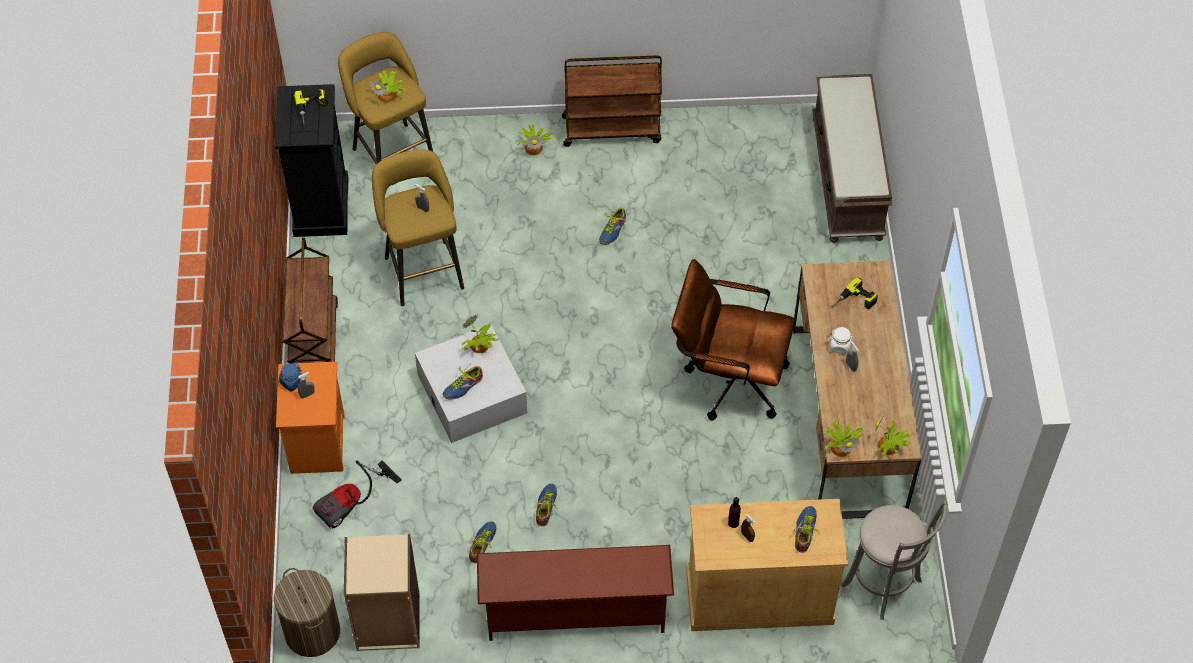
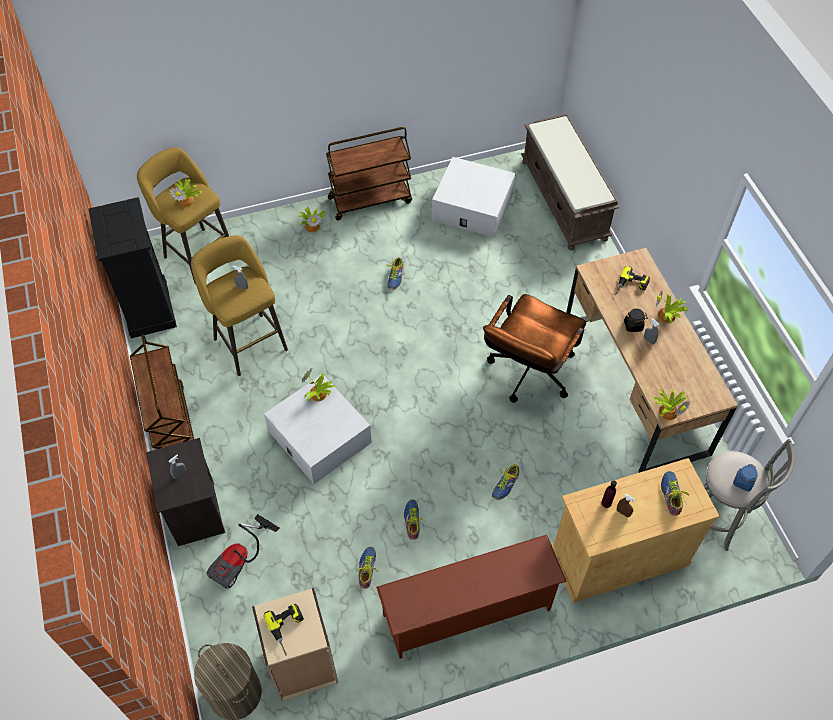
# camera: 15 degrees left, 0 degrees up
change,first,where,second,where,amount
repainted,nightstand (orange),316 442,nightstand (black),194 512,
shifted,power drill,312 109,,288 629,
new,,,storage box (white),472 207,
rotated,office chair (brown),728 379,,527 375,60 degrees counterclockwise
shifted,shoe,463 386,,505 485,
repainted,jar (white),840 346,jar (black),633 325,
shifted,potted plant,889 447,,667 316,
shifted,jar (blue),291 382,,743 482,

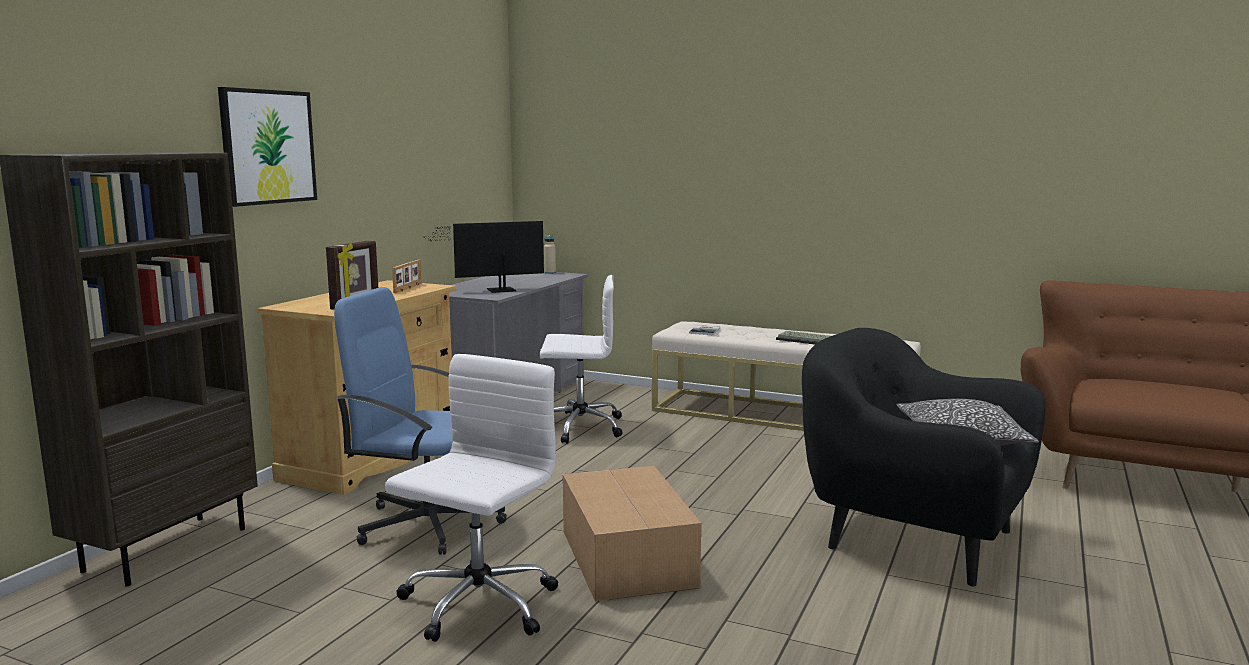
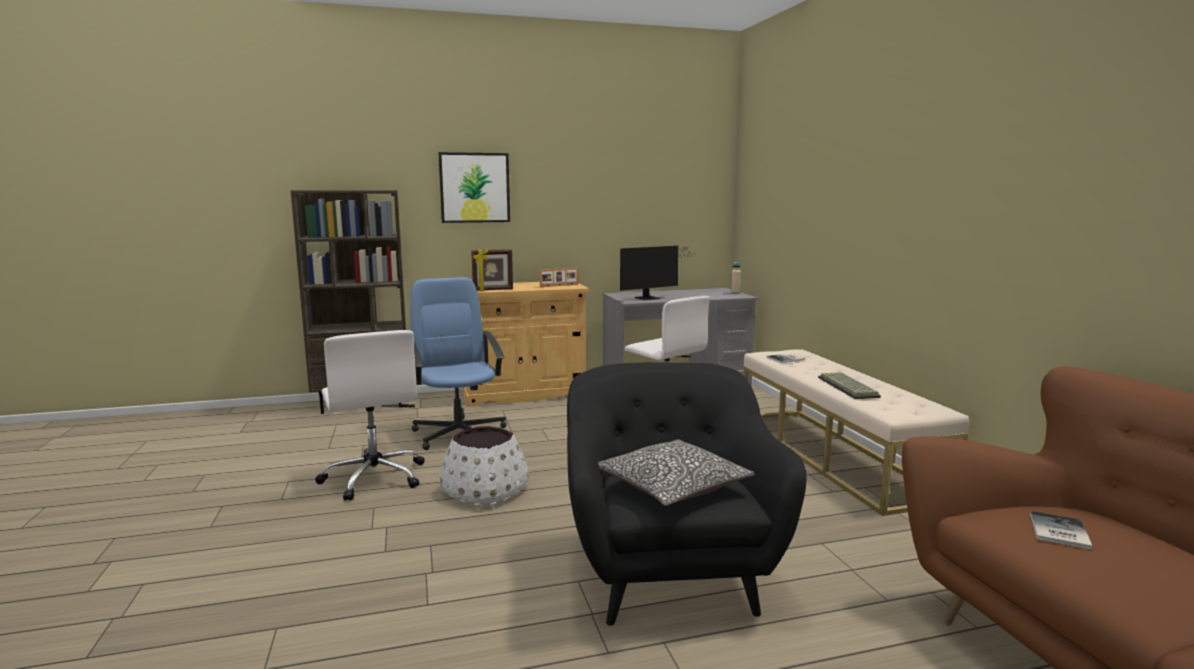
# camera: 50 degrees right, 0 degrees up
change,first,where,second,where,amount
rotated,office chair (white),476 605,,374 477,75 degrees clockwise
swapped,cardboard box,627 556,planter (white),484 490,
rotated,monitor,496 290,,651 298,120 degrees clockwise
new,,,book,1057 531,

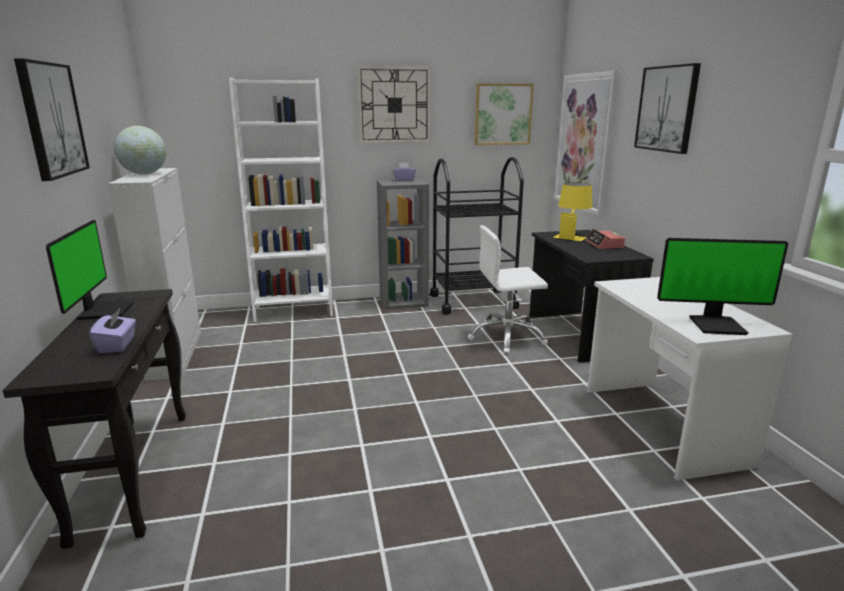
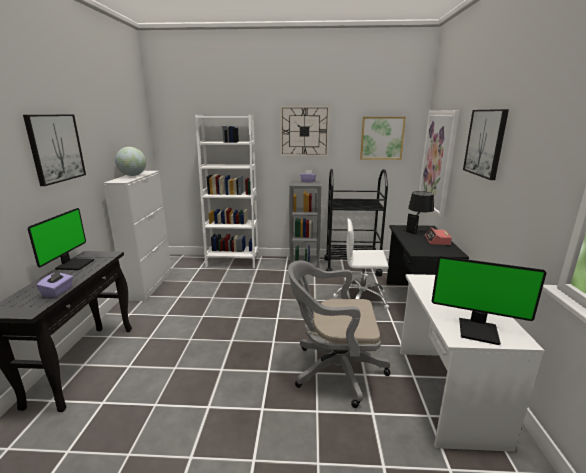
# camera: 15 degrees right, 0 degrees up
change,first,where,second,where,amount
new,,,office chair (grey),333 370,
repainted,table lamp (yellow),571 236,table lamp (black),417 230,

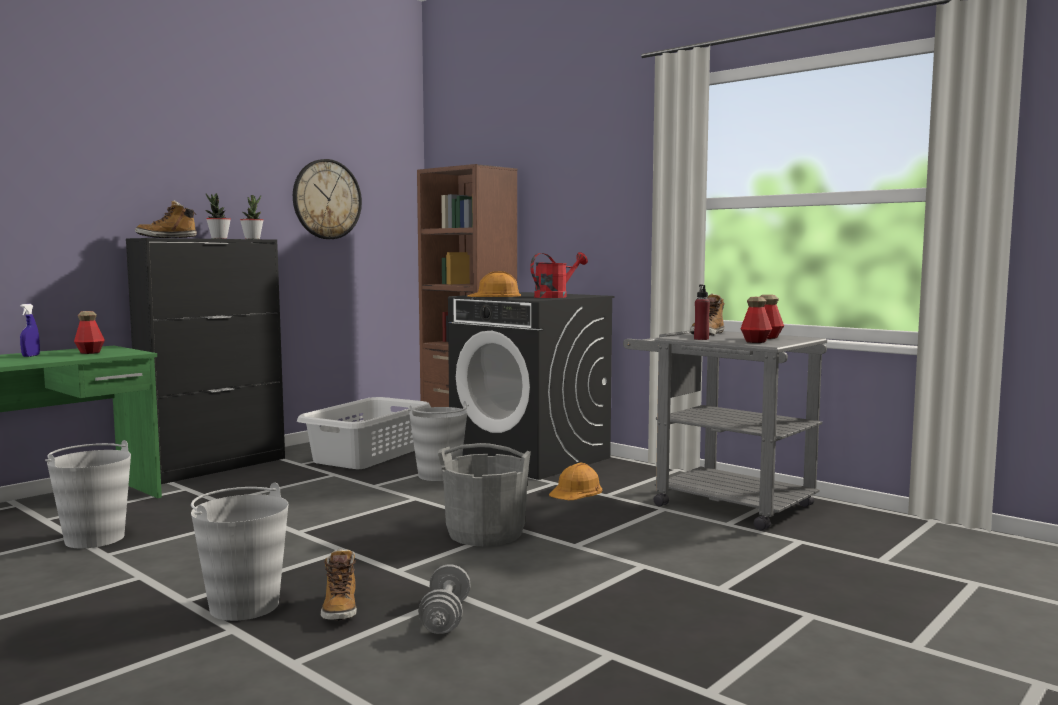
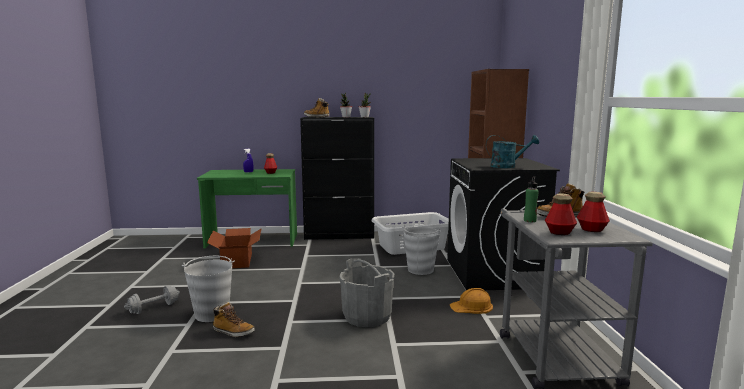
# camera: 45 degrees right, 5 degrees up
change,first,where,second,where,amount
shifted,dumbbell (grey),445 617,,153 308,
swapped,bucket (grey),94 538,cardboard box,237 260,
rotated,boot,340 609,,233 332,105 degrees counterclockwise
repainted,watering can (red),555 296,watering can (turquoise),507 166,
repainted,bottle (red),701 339,bottle (green),530 220,
gone,wall clock,327 199,,,
gone,hard hat (orange),494 296,,,

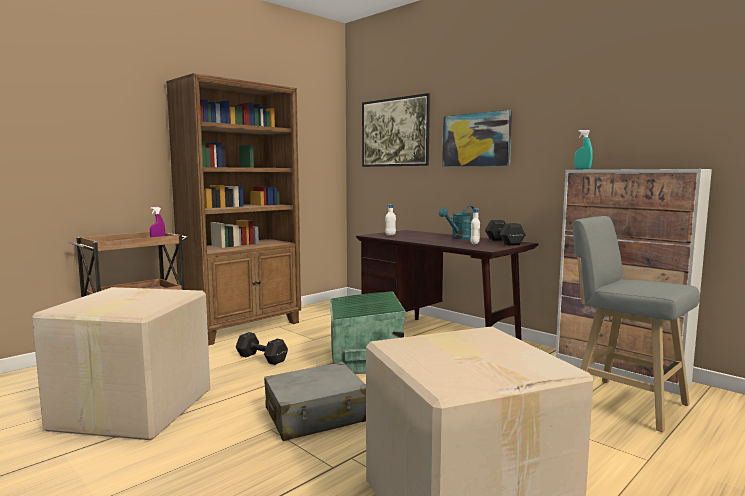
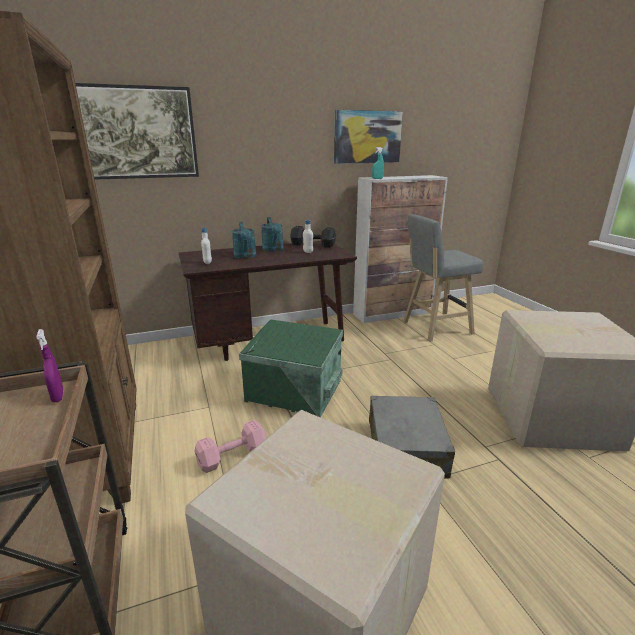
# camera: 65 degrees left, 15 degrees up
change,first,where,second,where,amount
repainted,dumbbell (black),262 358,dumbbell (pink),234 456,
new,,,watering can (turquoise),245 256,
shifted,picture,476 140,,367 137,

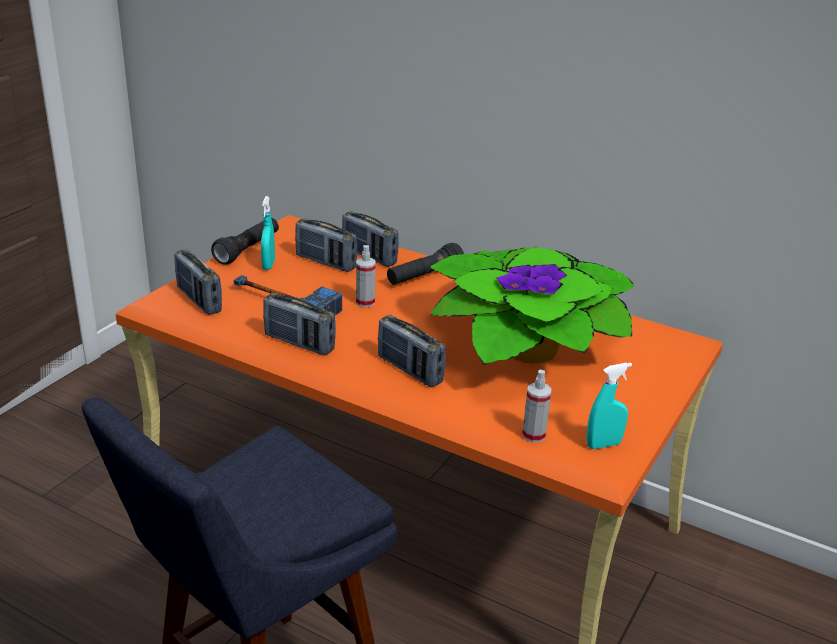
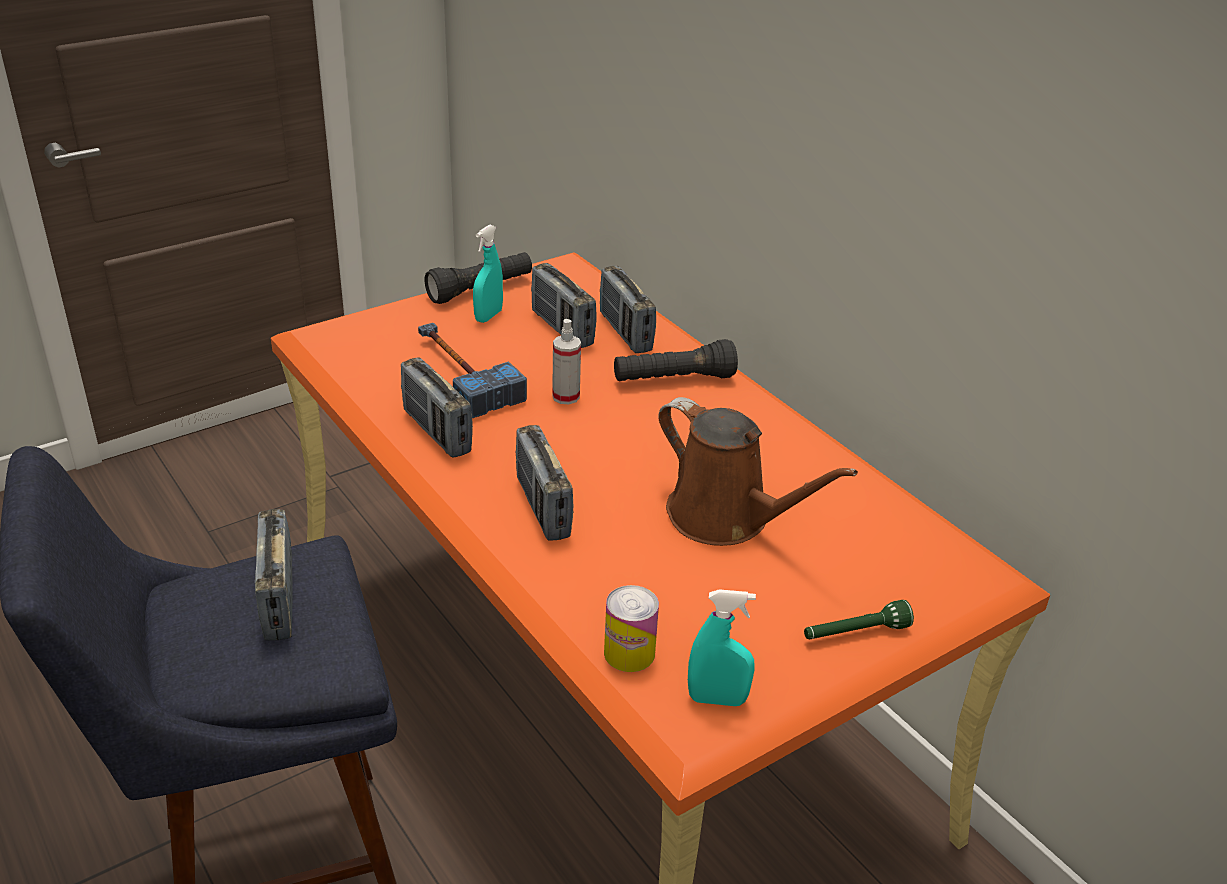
# camera: 25 degrees right, 5 degrees up
change,first,where,second,where,amount
shifted,radio,199 300,,278 600,
swapped,spray bottle,533 435,can,629 653,
swapped,potted plant,524 347,watering can (brown),726 518,
new,,,flashlight (green),855 633,

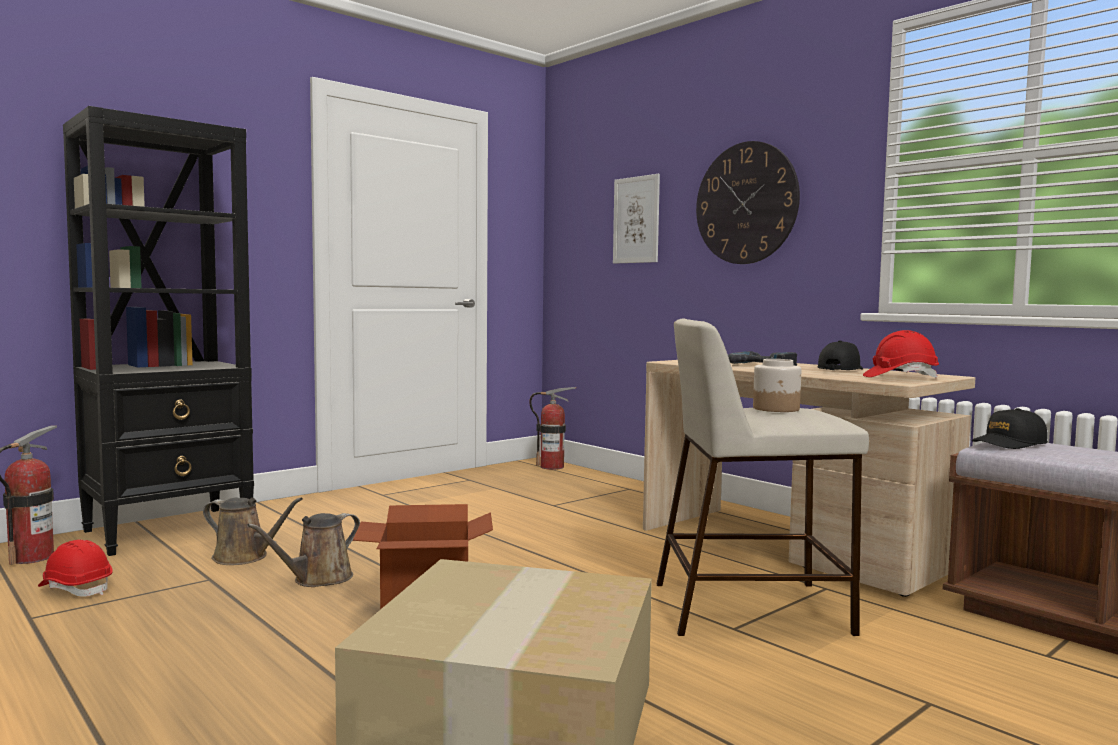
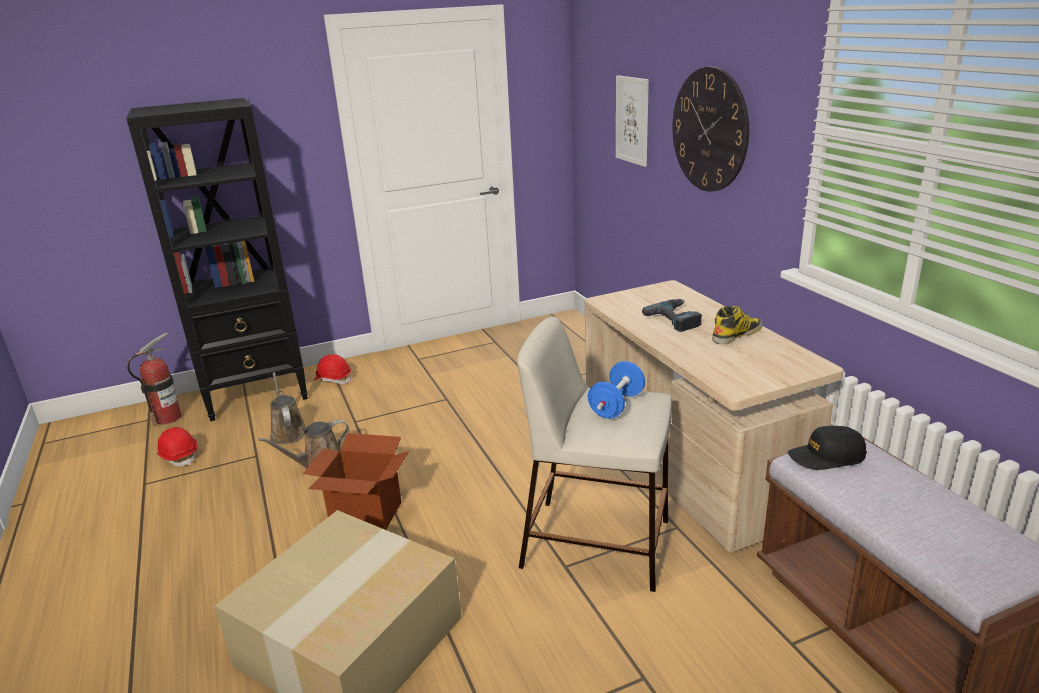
# camera: 20 degrees right, 20 degrees up
change,first,where,second,where,amount
rotated,watering can (brown),244 557,,288 432,150 degrees counterclockwise
shifted,hard hat (red),900 377,,333 379,
swapped,jar,776 409,dumbbell (blue),616 405,
swapped,cap (black),840 369,boot,736 334,
gone,fire extinguisher,552 467,,,

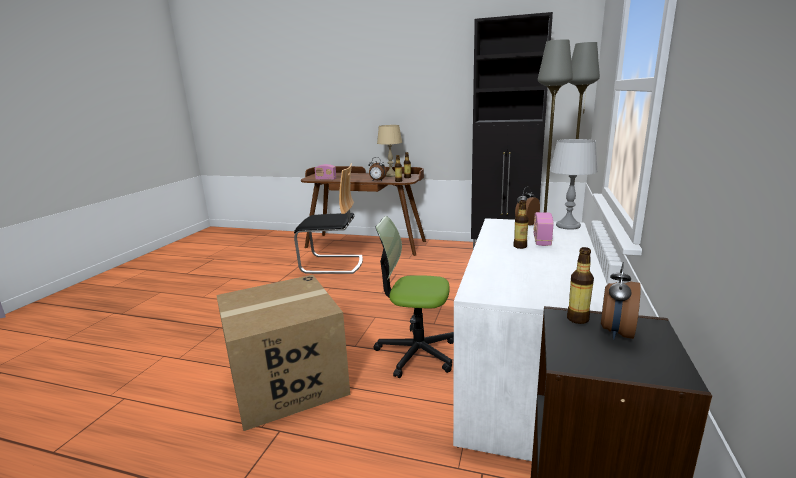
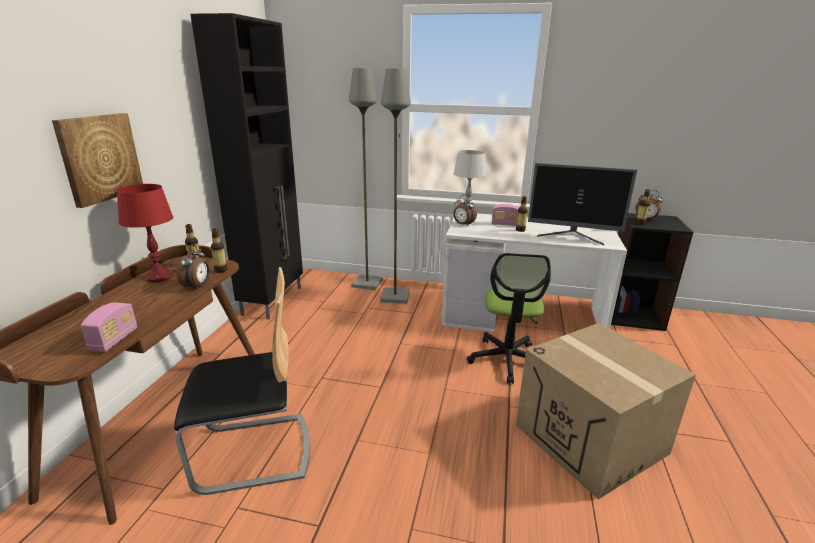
# camera: 95 degrees left, 5 degrees up
change,first,where,second,where,amount
new,,,picture,99 158,
repainted,table lamp (beige),391 175,table lamp (red),159 277,
rotated,chair,332 264,,254 452,75 degrees clockwise
new,,,monitor,572 237,

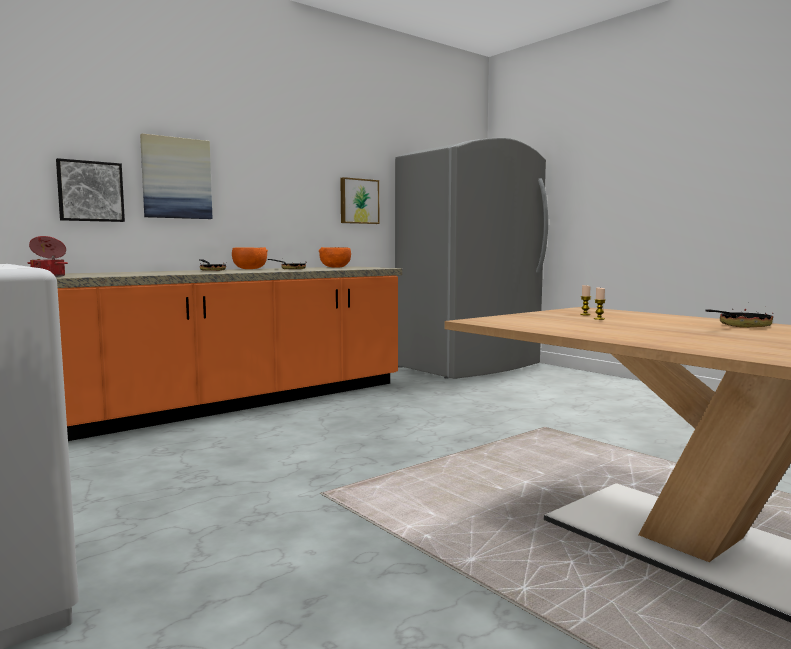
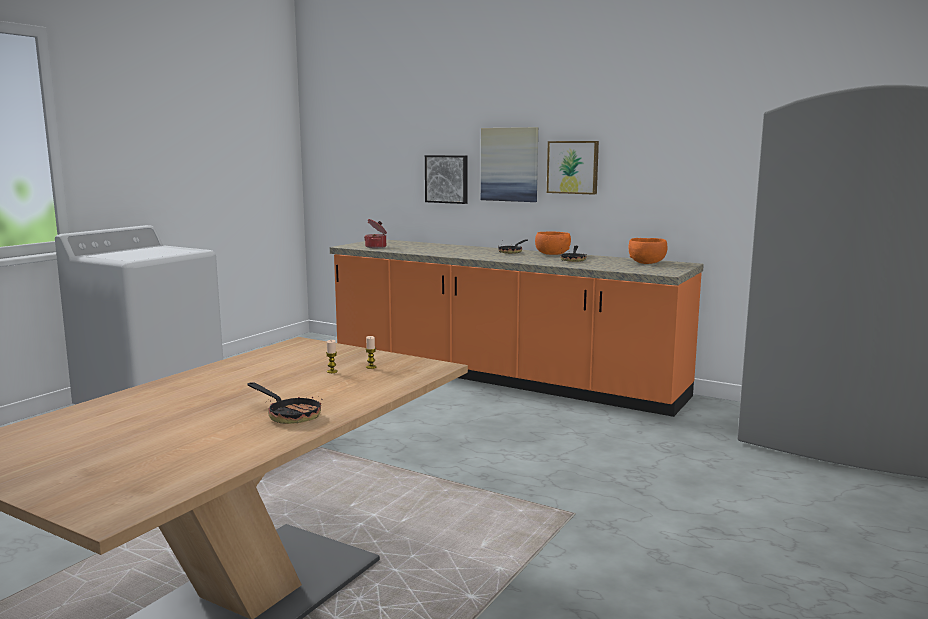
# camera: 70 degrees right, 5 degrees up
change,first,where,second,where,amount
shifted,picture,358 201,,573 167,

